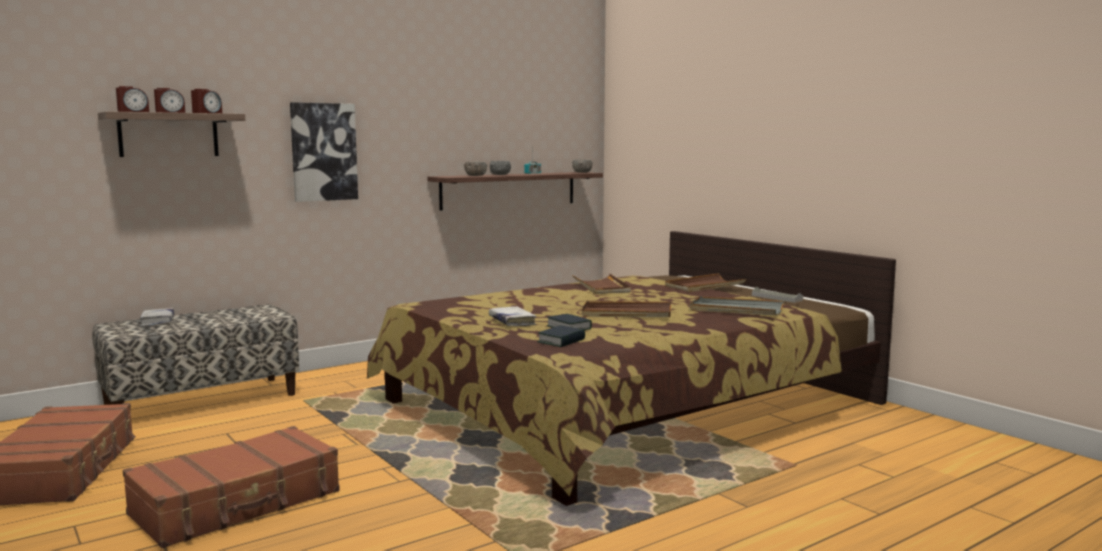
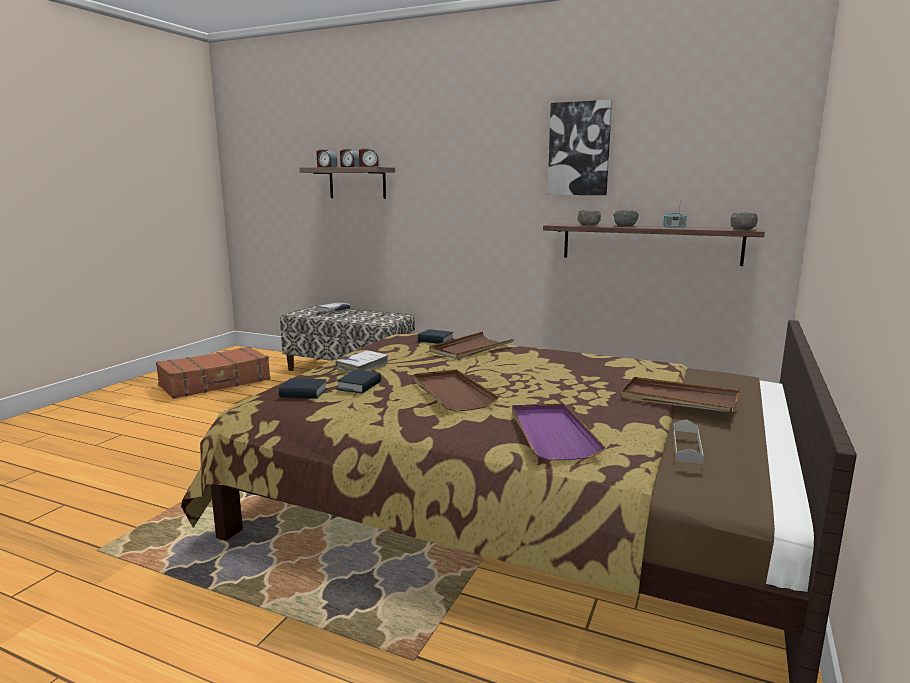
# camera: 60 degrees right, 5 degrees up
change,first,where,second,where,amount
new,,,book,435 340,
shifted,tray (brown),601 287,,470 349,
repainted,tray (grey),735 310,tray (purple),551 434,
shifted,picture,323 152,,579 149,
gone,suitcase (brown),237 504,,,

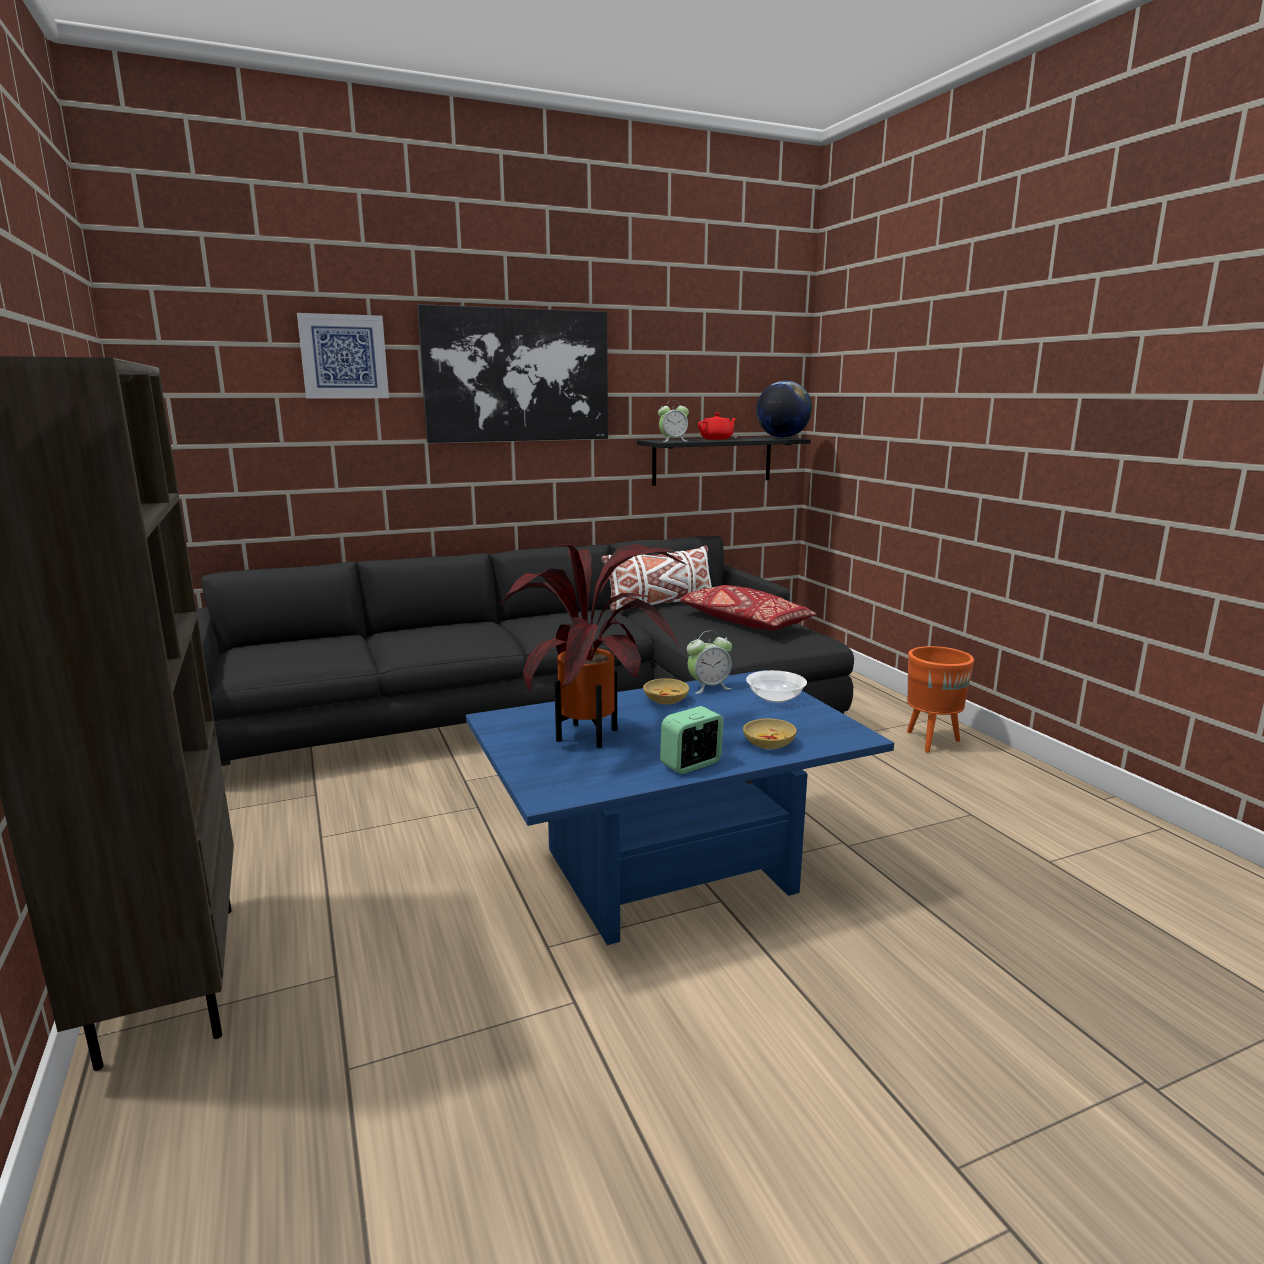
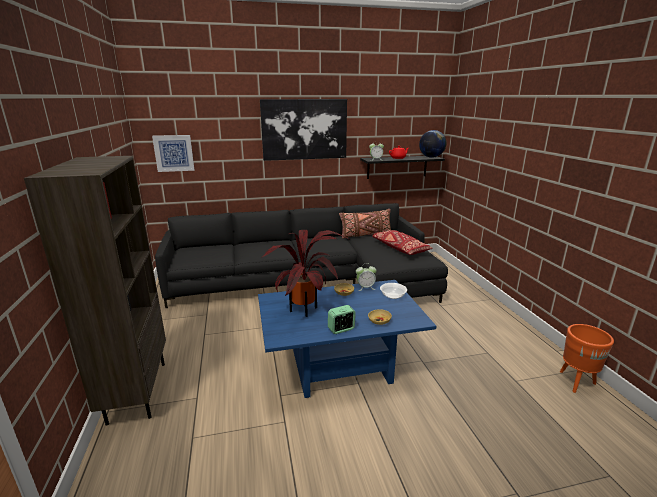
# camera: 10 degrees right, 5 degrees up
change,first,where,second,where,amount
shifted,picture,344 357,,174 153,
repainted,pillow (white),660 605,pillow (brown),365 235,
shifted,planter (orange),930 742,,575 382,

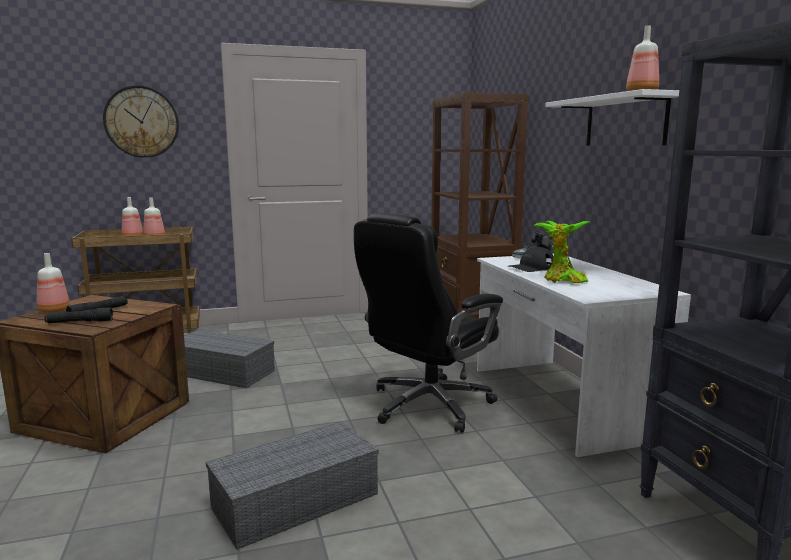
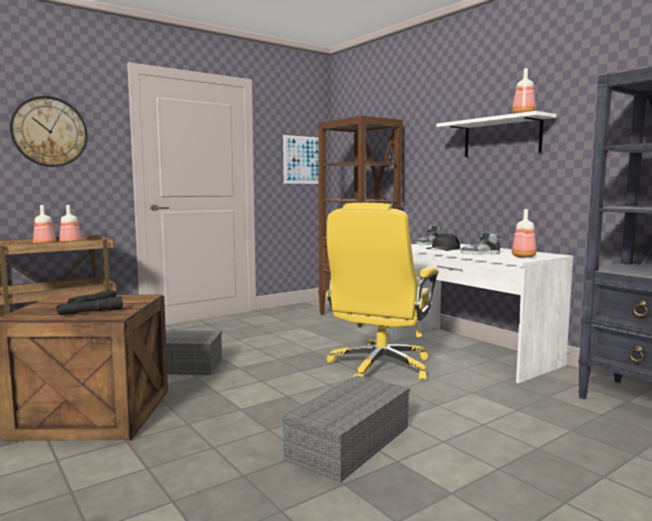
# camera: 20 degrees left, 5 degrees down
change,first,where,second,where,amount
new,,,picture,303 160,
repainted,office chair (black),427 405,office chair (yellow),379 367,
swapped,potted plant,562 280,shoe,480 253,
shifted,bottle,54 311,,524 256,

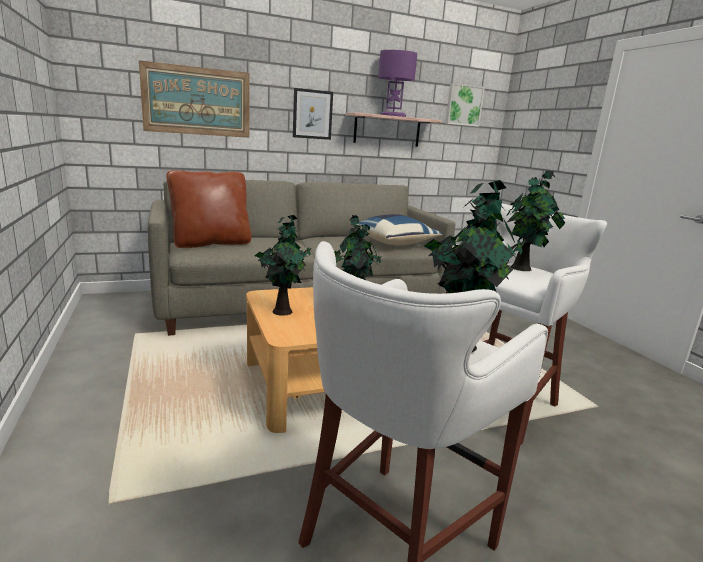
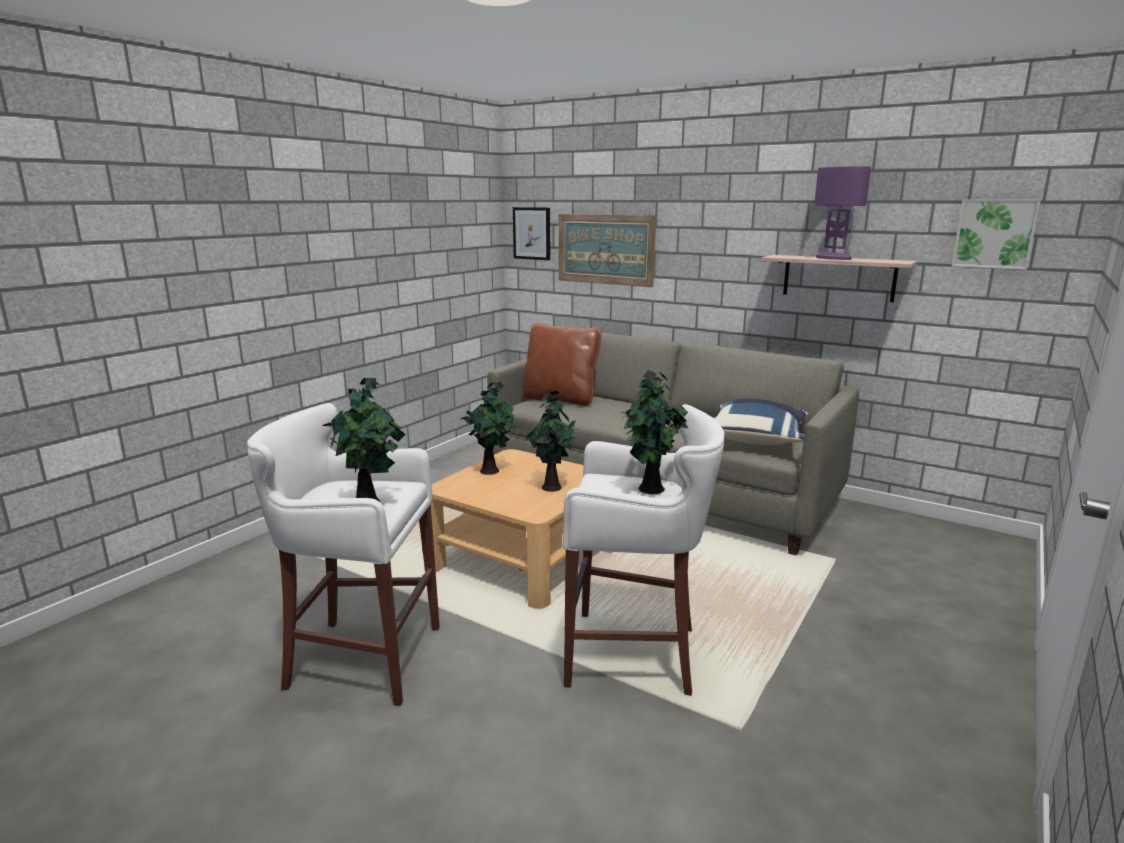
# camera: 55 degrees right, 0 degrees up
change,first,where,second,where,amount
shifted,picture,312 114,,532 233,

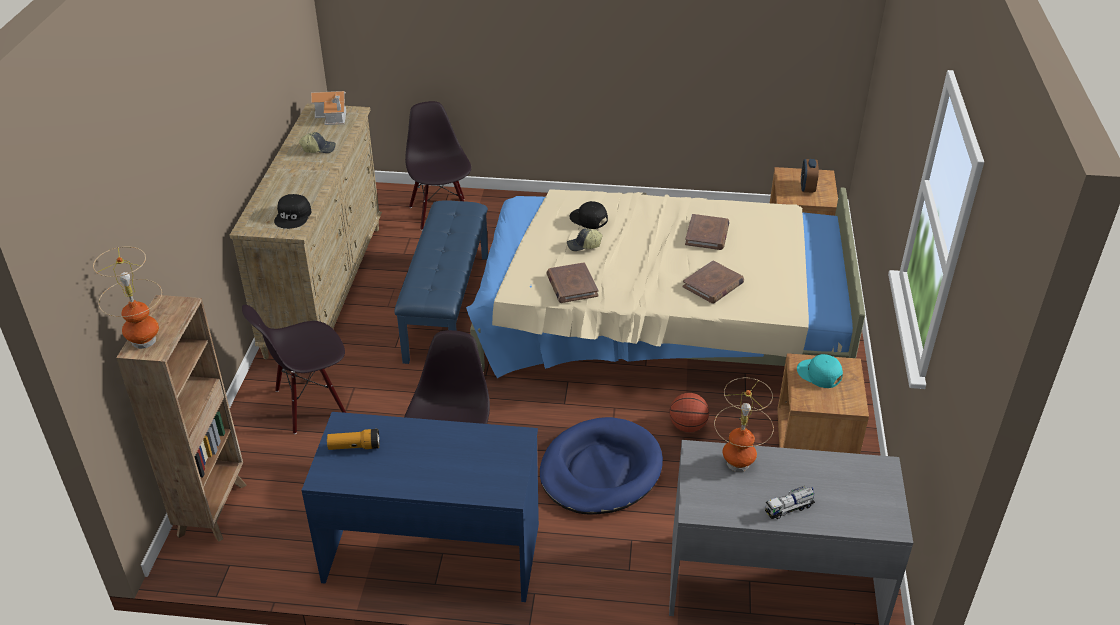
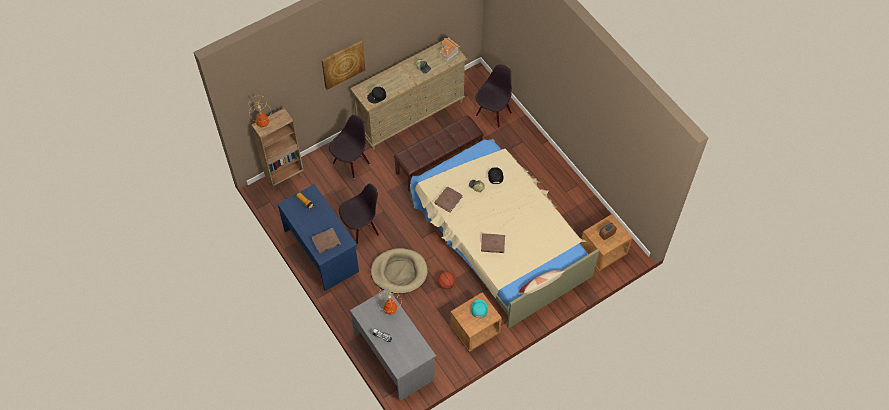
# camera: 50 degrees right, 20 degrees up
change,first,where,second,where,amount
shifted,book (brown),707 234,,326 241,
new,,,picture,343 64,
rotated,chair (black),310 404,,351 163,105 degrees clockwise
repainted,dog bed (blue),600 470,dog bed (beige),399 272,
repainted,bench (blue),448 307,bench (brown),439 162,
new,,,pillow,540 286,

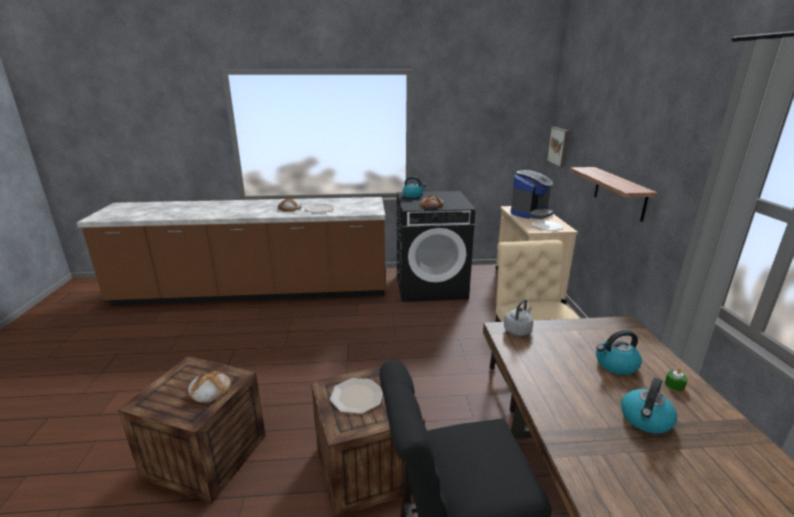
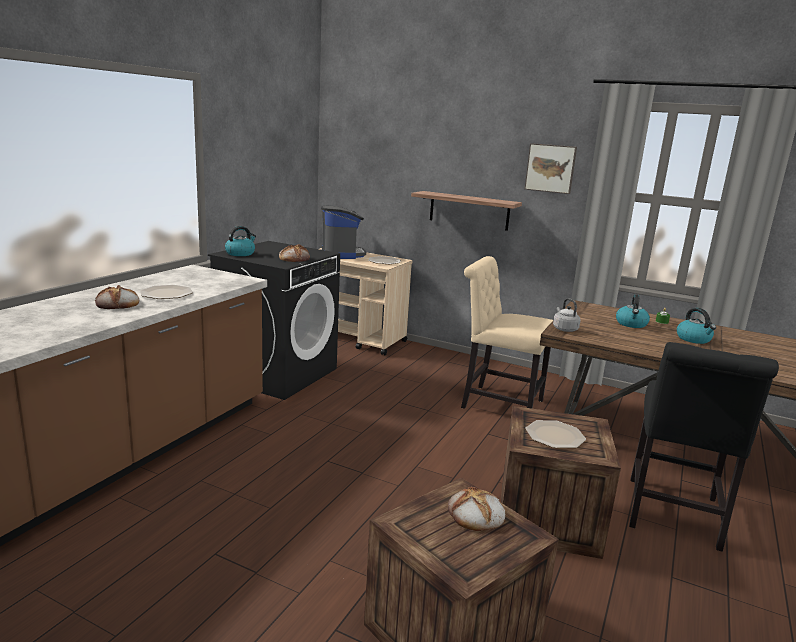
# camera: 60 degrees left, 5 degrees down
change,first,where,second,where,amount
shifted,picture,559 146,,550 168,

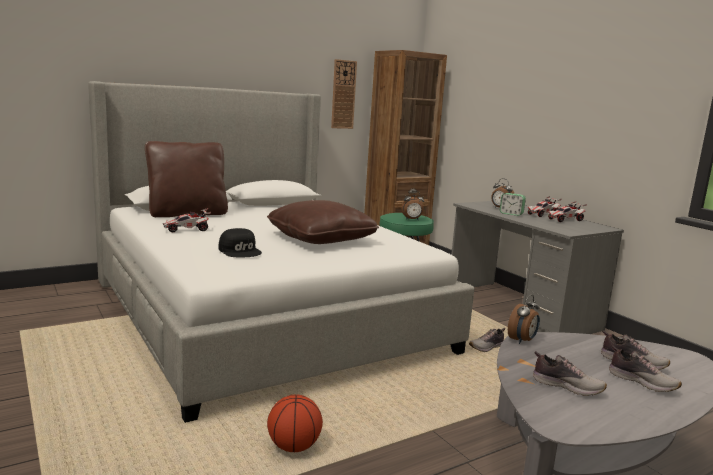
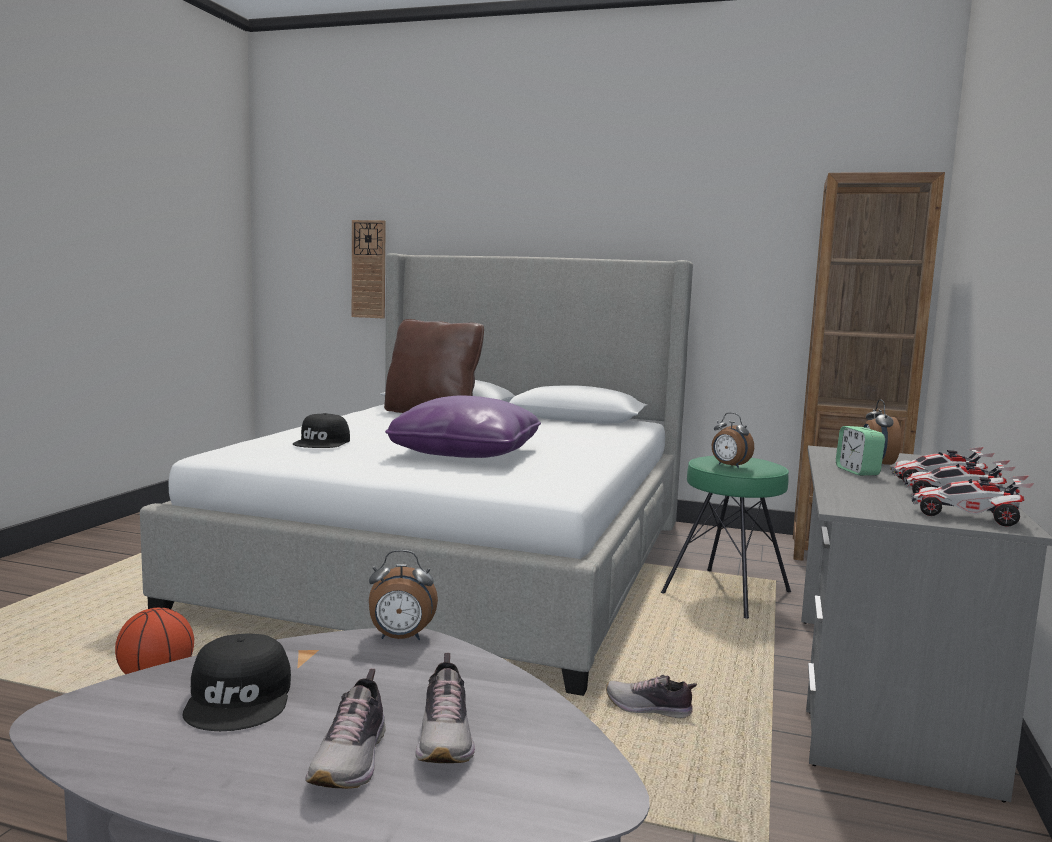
# camera: 50 degrees right, 5 degrees down
change,first,where,second,where,amount
swapped,shoe,566 386,cap (black),241 698,
shifted,wall clock,343 94,,369 269,
repainted,pillow (brown),321 239,pillow (purple),465 454,
shifted,toy car,187 230,,967 517,

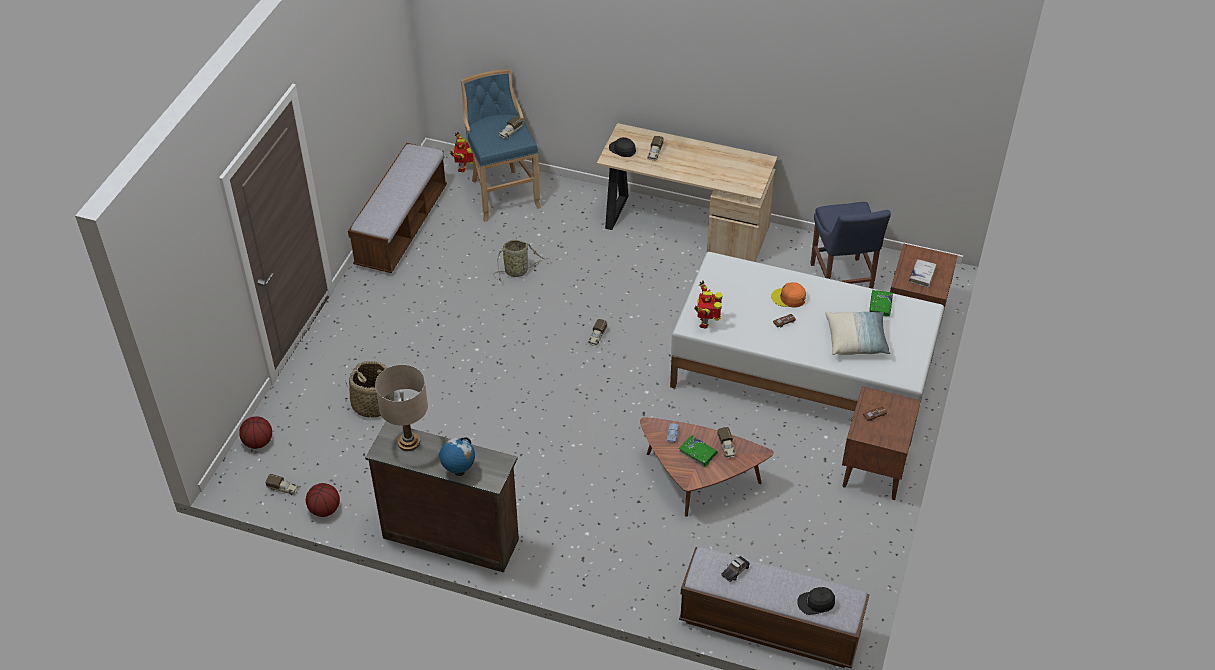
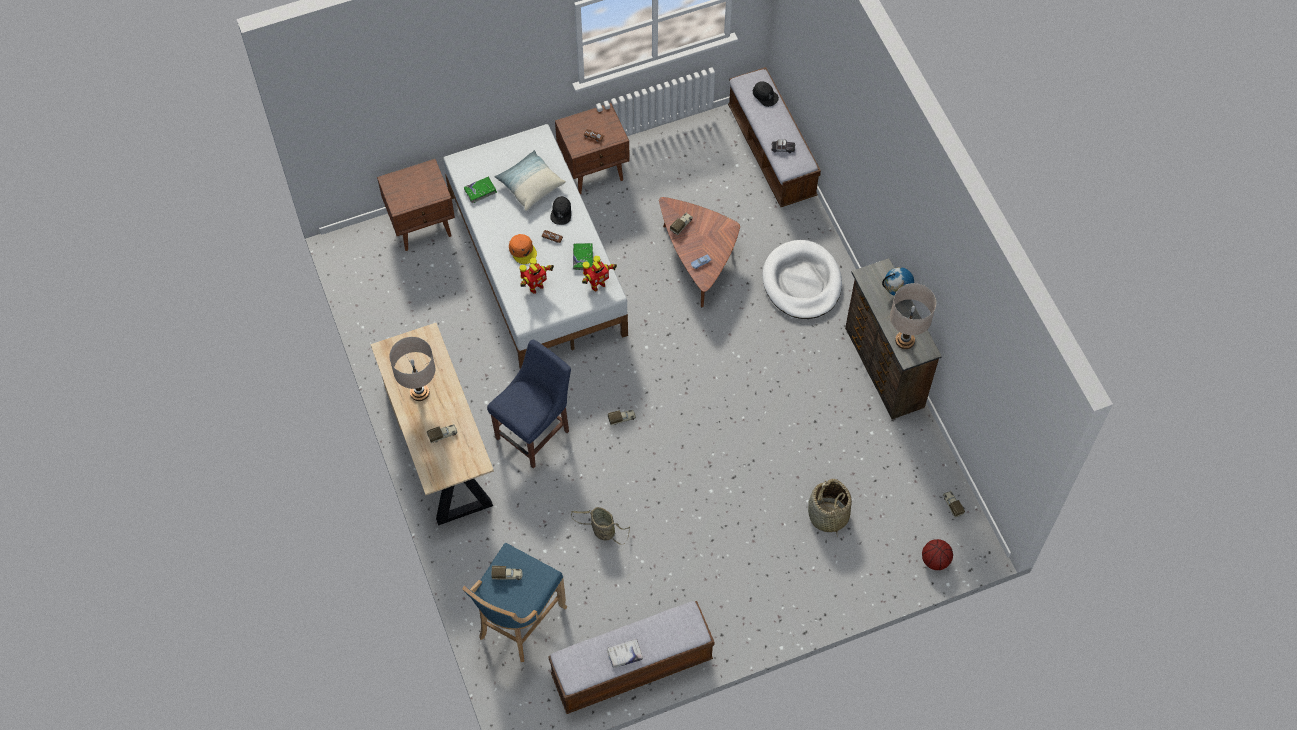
# camera: 130 degrees left, 15 degrees up
change,first,where,second,where,amount
new,,,table lamp (beige),419 392,
shifted,chair (blue),841 281,,535 432,
shifted,toy robot,463 167,,535 287,
shifted,cap (black),622 149,,561 212,
shifted,book (green),698 453,,583 258,
shifted,book (white),922 275,,624 655,
new,,,dog bed (white),802 282,
gone,basketball,324 510,,,

